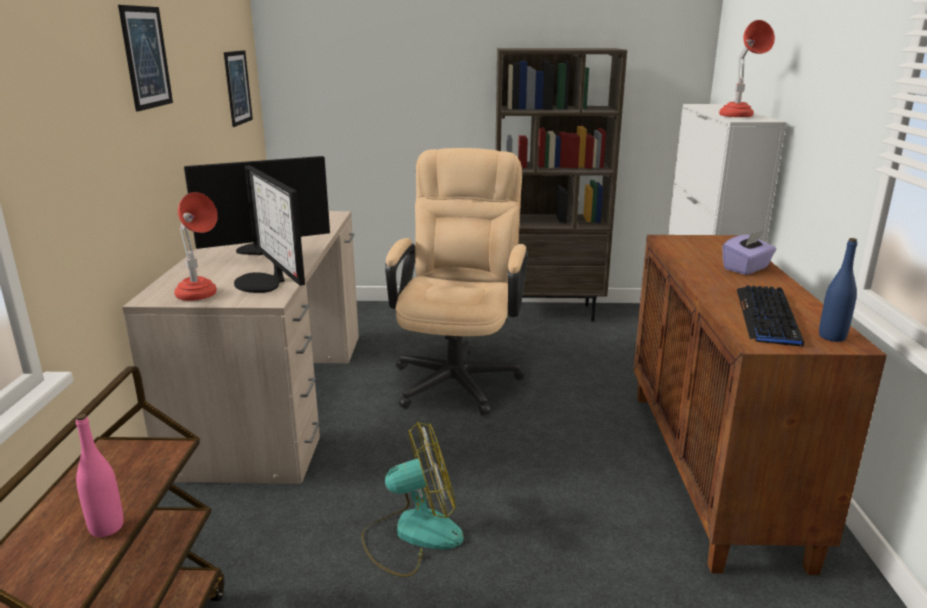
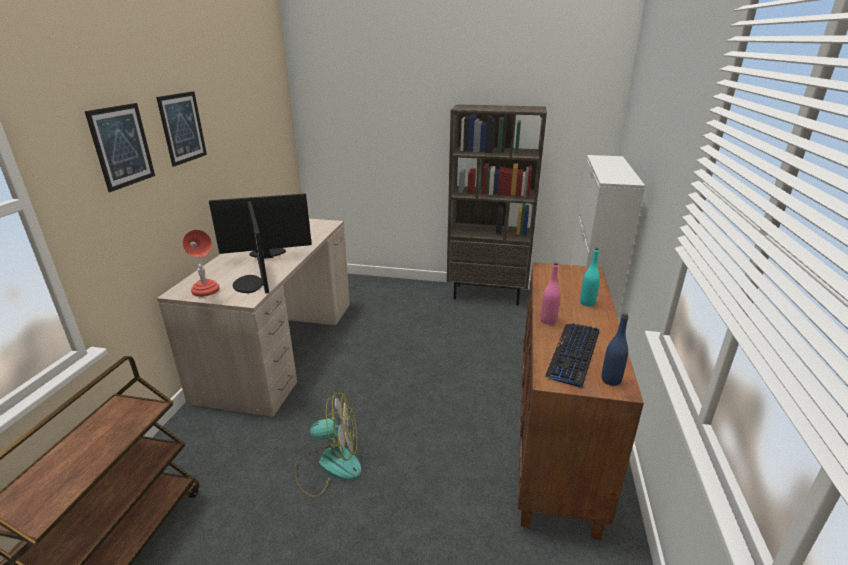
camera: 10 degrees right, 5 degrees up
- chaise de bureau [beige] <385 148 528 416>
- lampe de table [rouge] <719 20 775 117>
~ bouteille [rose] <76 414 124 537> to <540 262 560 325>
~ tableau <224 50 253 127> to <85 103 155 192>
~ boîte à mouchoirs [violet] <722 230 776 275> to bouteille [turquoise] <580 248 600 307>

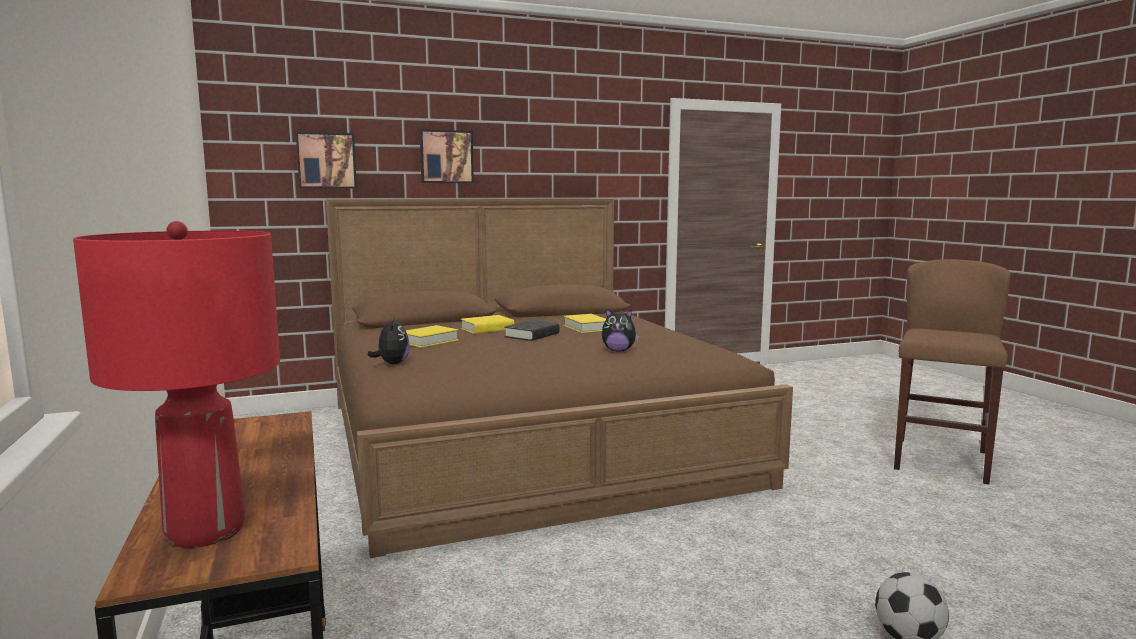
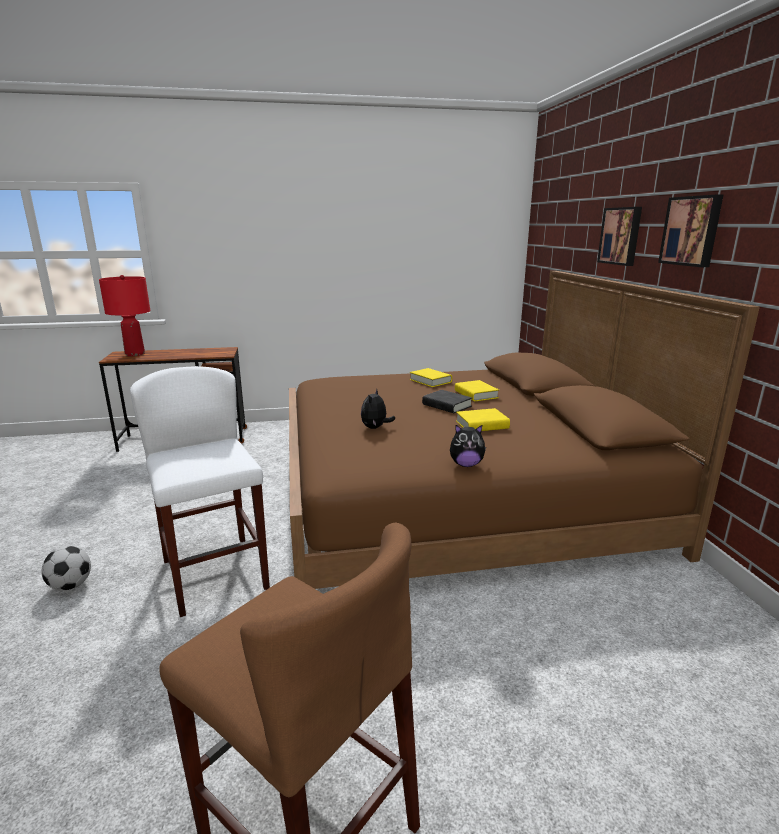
camera: 100 degrees right, 10 degrees up
+ tabouret [blanc] <130 366 270 617>
~ tableau <296 132 357 189> to <658 195 723 267>
~ peluche <368 317 410 364> to <450 425 486 467>

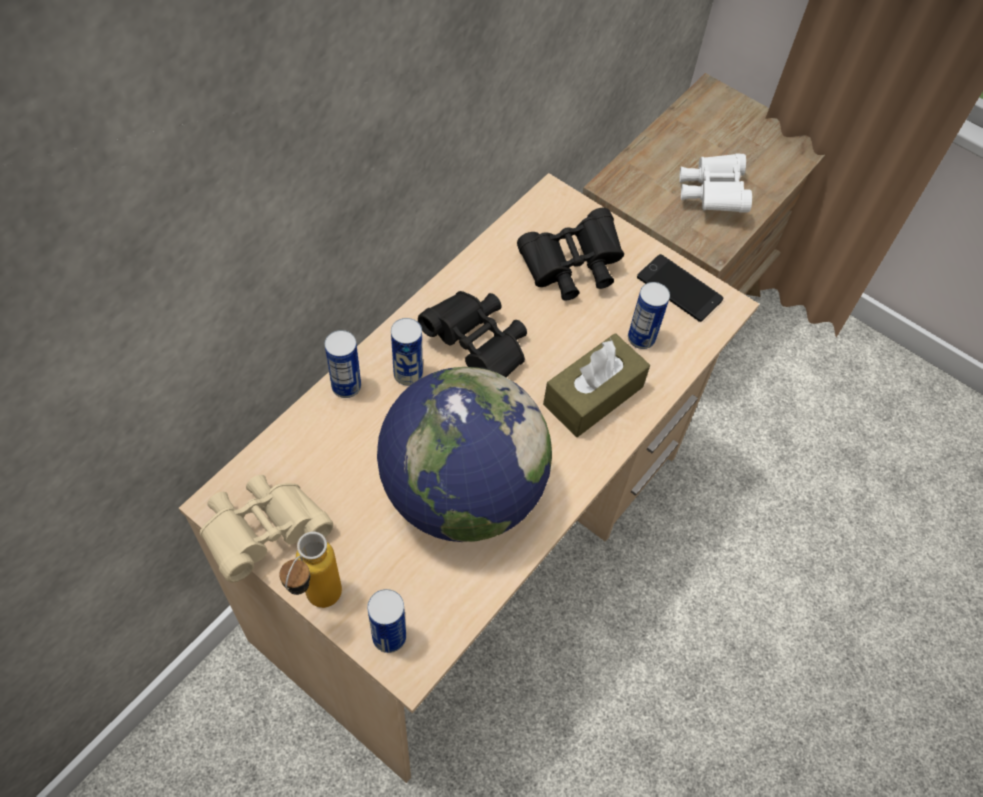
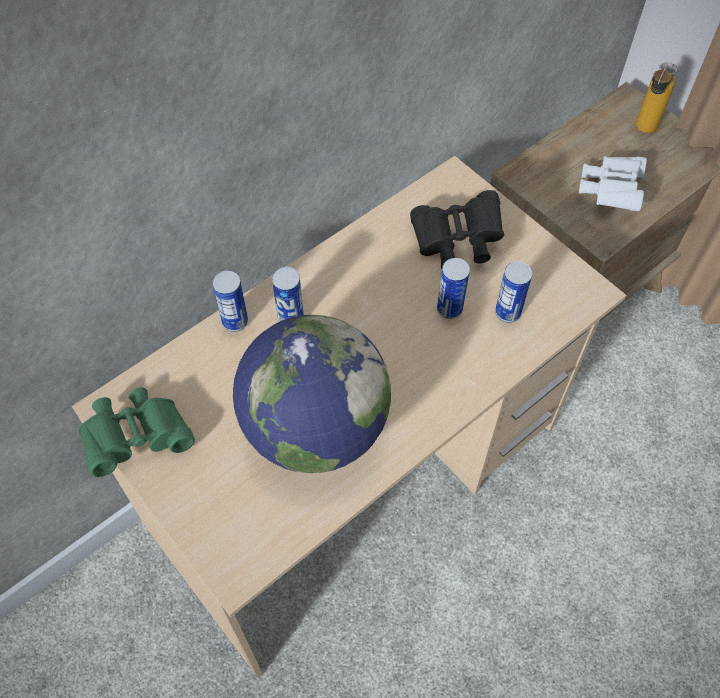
camera: 15 degrees right, 0 degrees up
- jumelles [noir] <418 291 527 378>
- boîte à mouchoirs [marron] <543 333 650 437>
- téléphone <637 254 723 322>
~ bouteille <279 532 342 608> to <636 62 677 133>
~ boîte métallique <367 589 406 653> to <437 258 470 319>
~ jumelles [beige] <200 475 333 582> to jumelles [vert] <78 388 195 477>

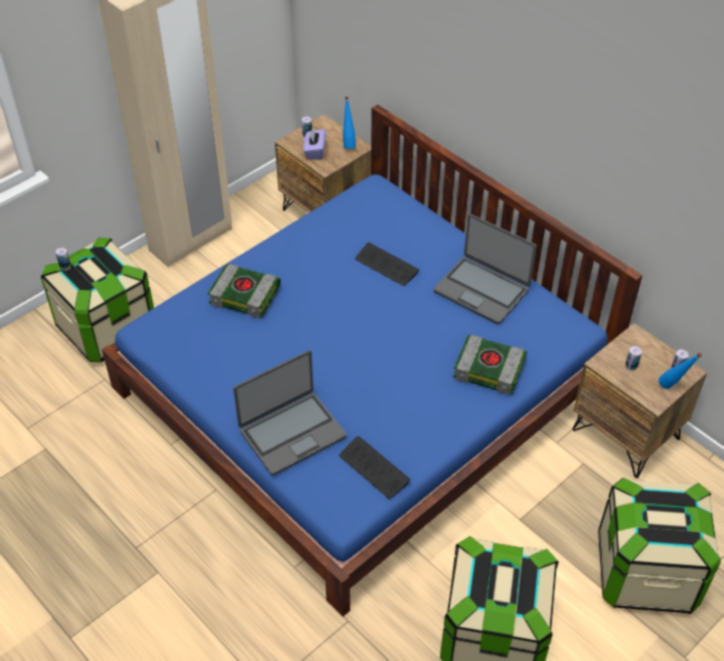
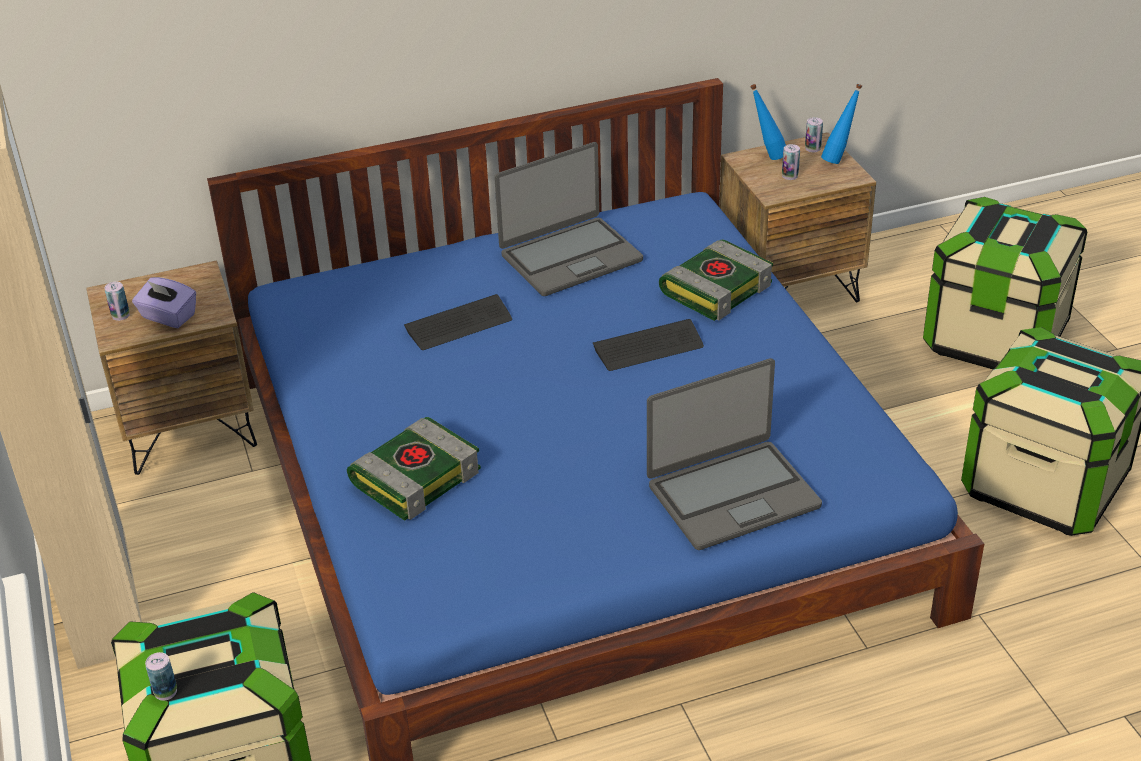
camera: 65 degrees left, 10 degrees down
~ clavier <339 436 411 499> to <593 319 704 371>
~ bouteille [bleu] <343 97 356 149> to <750 84 786 160>
~ ordinateur portable <233 350 347 476> = <647 358 822 550> 75 degrees clockwise

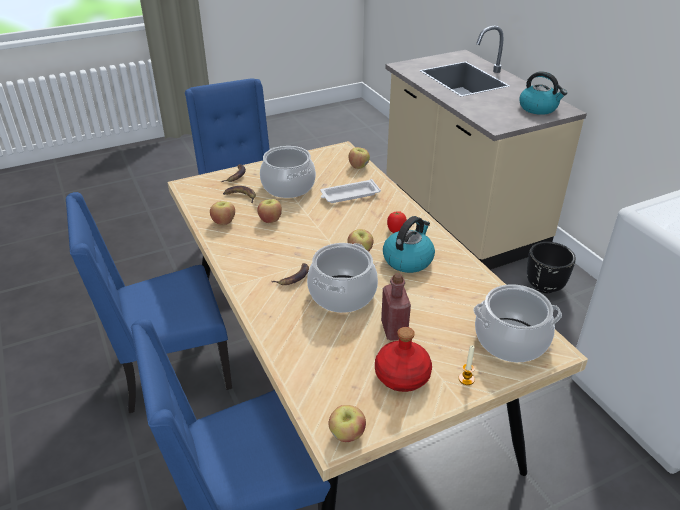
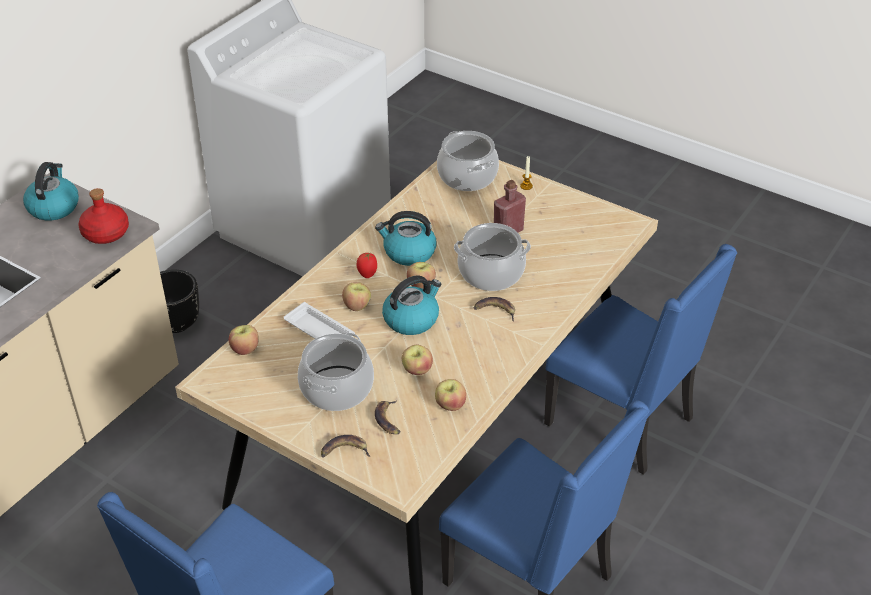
camera: 120 degrees left, 5 degrees up
+ bouilloire <382 275 442 335>
~ pomme <329 405 366 442> to <342 282 371 311>
~ bouteille [rouge] <375 327 432 392> to <79 188 129 244>

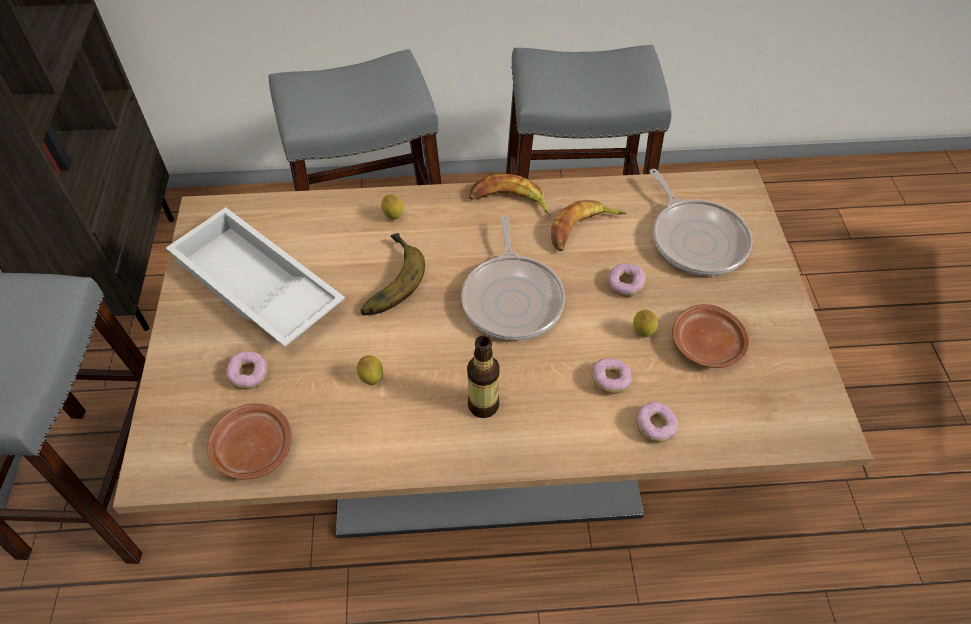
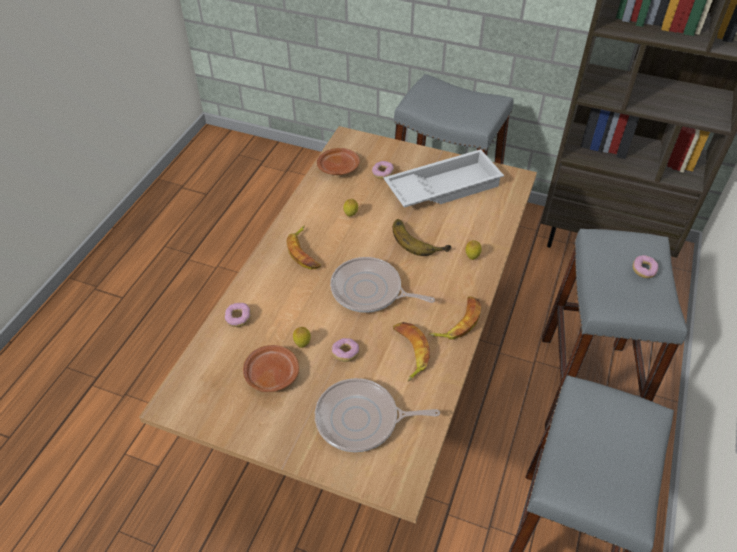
camera: 115 degrees right, 5 degrees down
~ beignet <592 358 632 394> to <633 255 658 278>
~ bouteille <467 336 500 418> to banane <286 226 321 270>

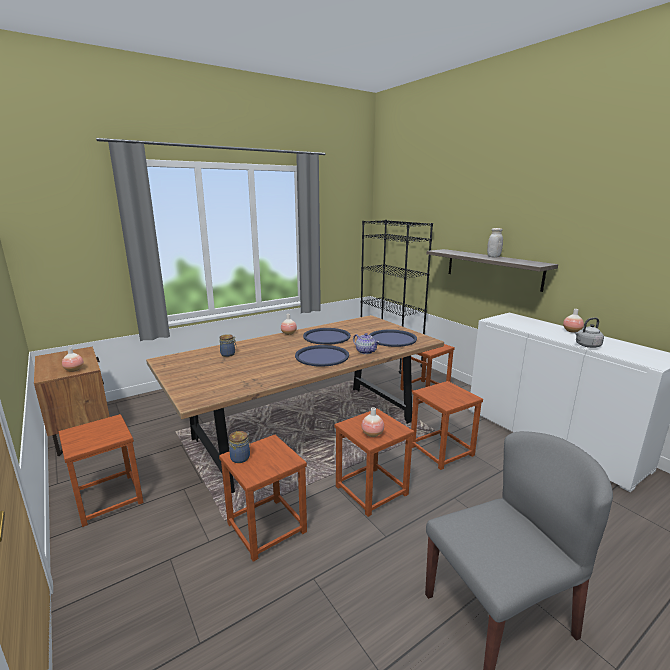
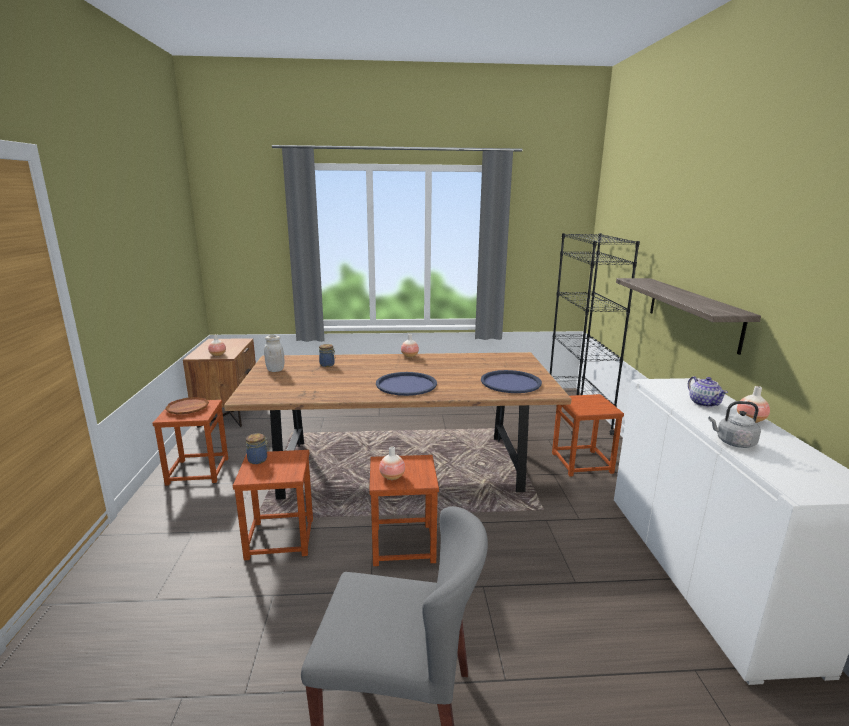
camera: 30 degrees right, 0 degrees up
- plateau [bleu] <303 328 351 345>
- tabouret [marron] <411 381 483 470>
+ assiette [marron] <165 397 209 414>
~ théière <353 333 379 354> to <688 376 728 407>
~ bocal [blanc] <487 228 503 257> to <264 335 285 372>

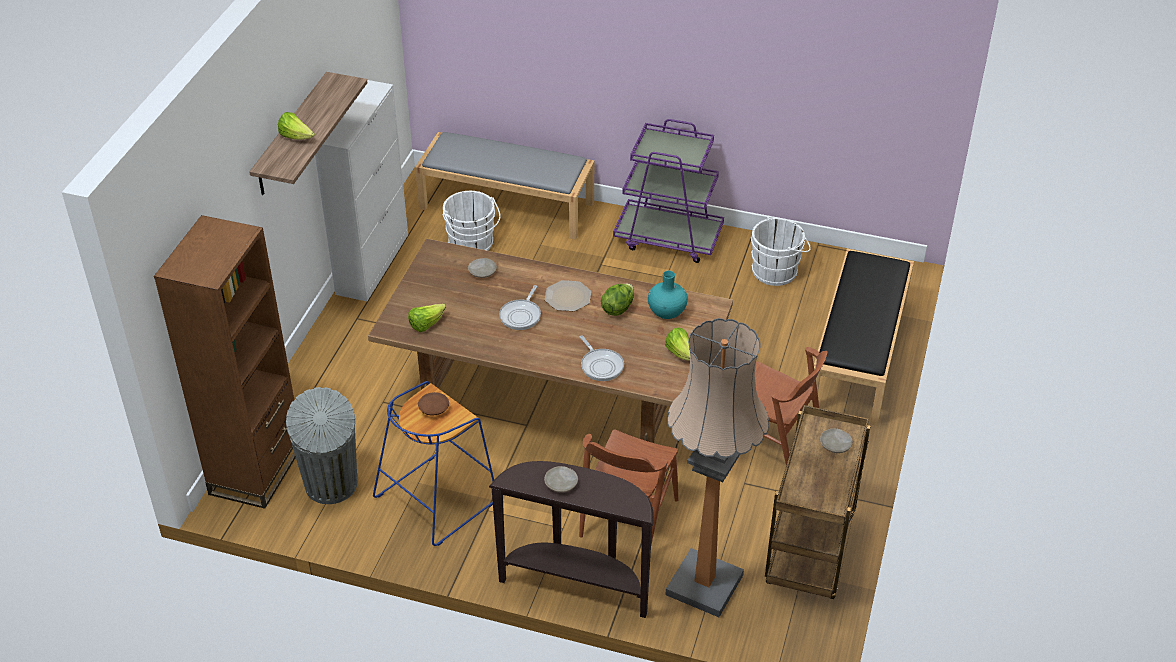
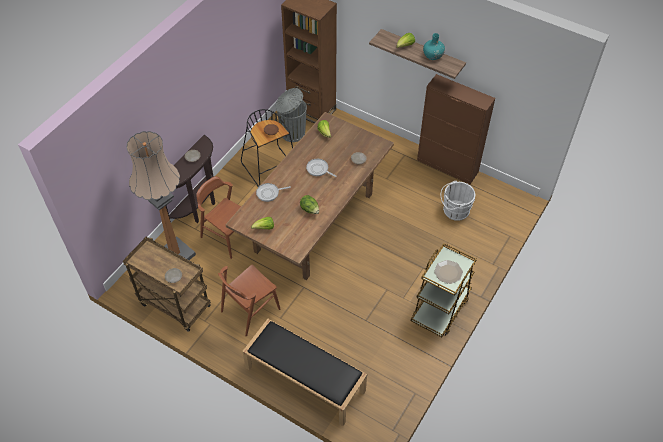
camera: 105 degrees right, 10 degrees up
- banc [gris] <415 132 594 240>
- seau [blanc] <751 216 811 286>
~ assiette <545 280 591 311> to <434 260 463 284>
~ vase [turquoise] <648 271 688 319> to <423 33 445 60>
~ meuble de rangement [blanc] <315 80 408 301> to meuble de rangement [marron] <417 74 495 184>
~ tabouret [bleu] <373 381 494 546> to tabouret [noir] <241 109 293 187>
~ chariot [violet] <613 119 724 263> to chariot [marron] <411 243 477 337>

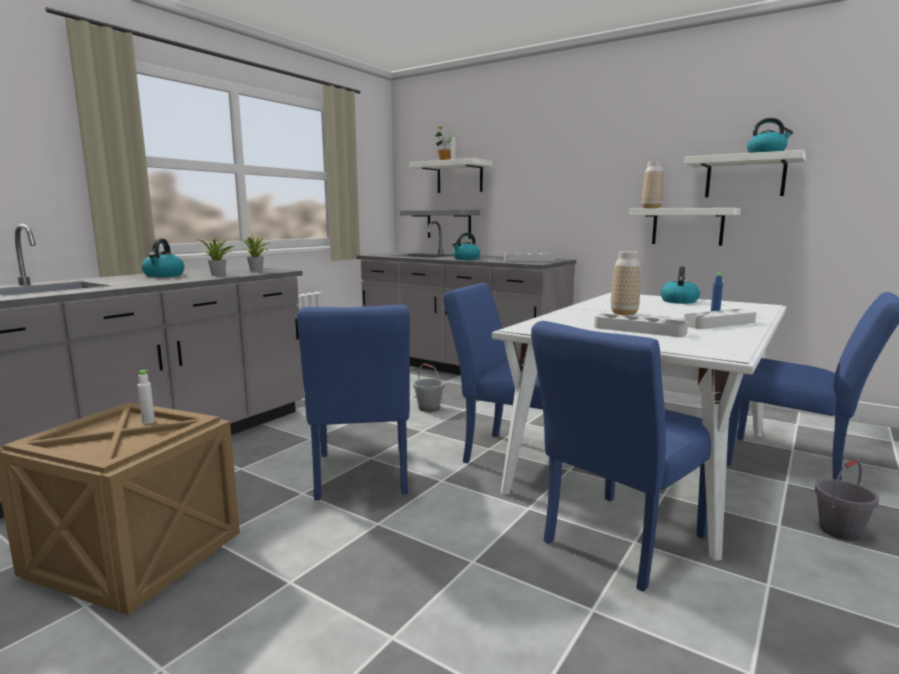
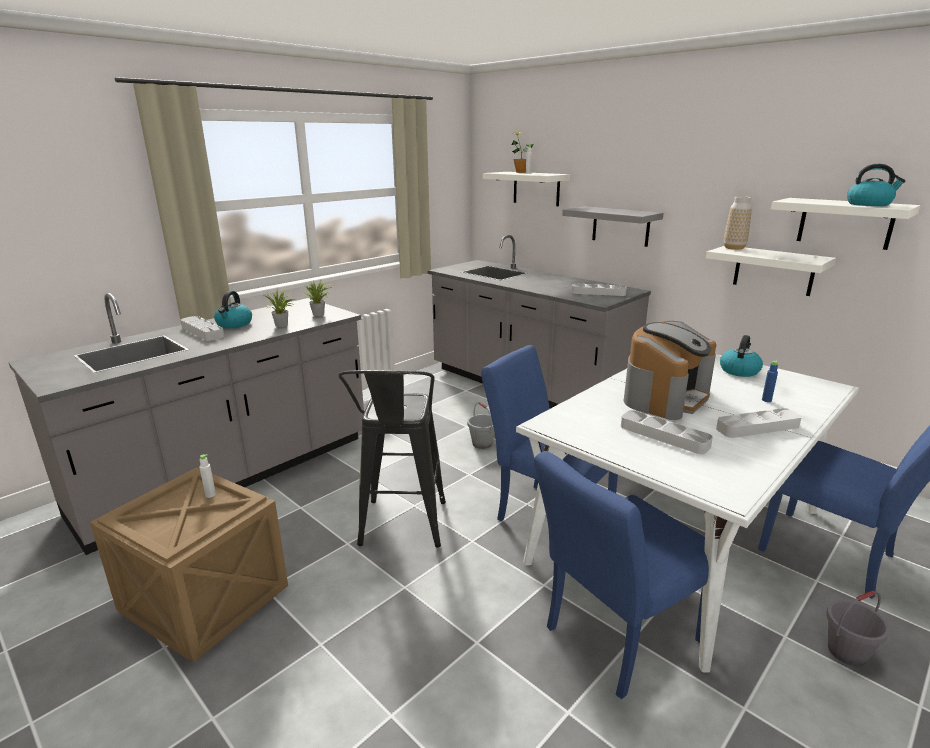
camera: 10 degrees right, 10 degrees up
- bouilloire <452 233 480 260>
+ plateau [gris] <181 316 224 341>
~ étagère [gris] <400 210 480 239> to <562 206 664 247>
~ chaise [bleu] <297 305 410 500> to tabouret [noir] <338 370 446 548>
~ vase <611 251 640 315> to machine à café <623 321 716 420>

